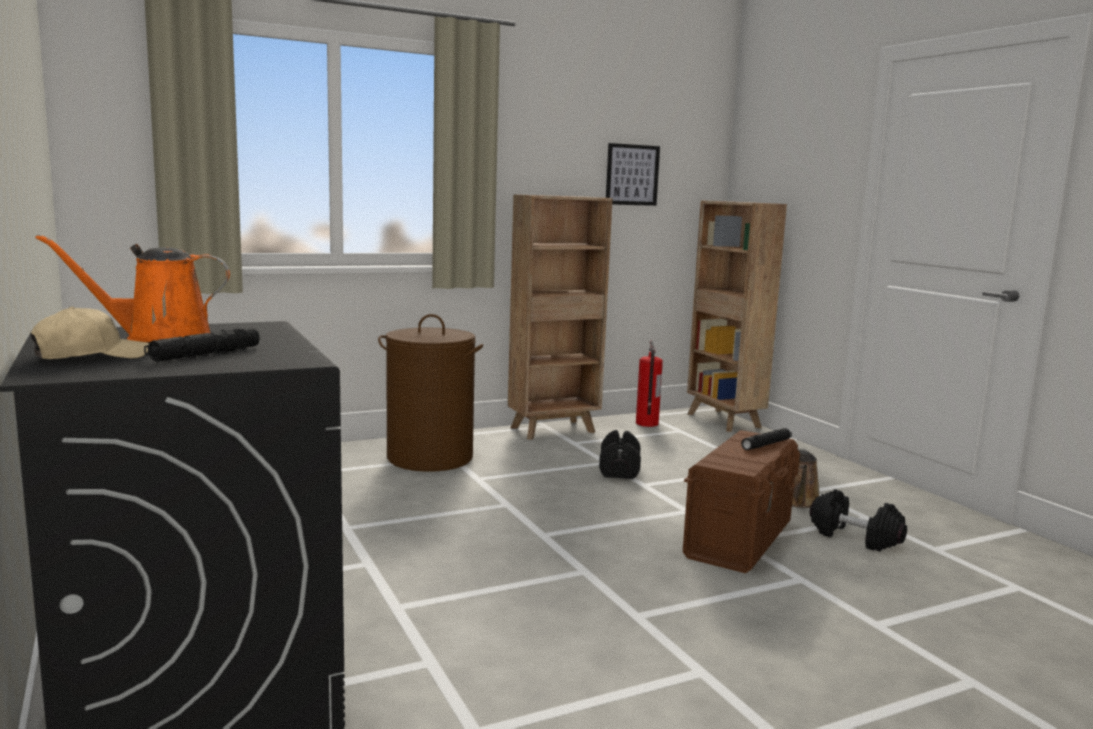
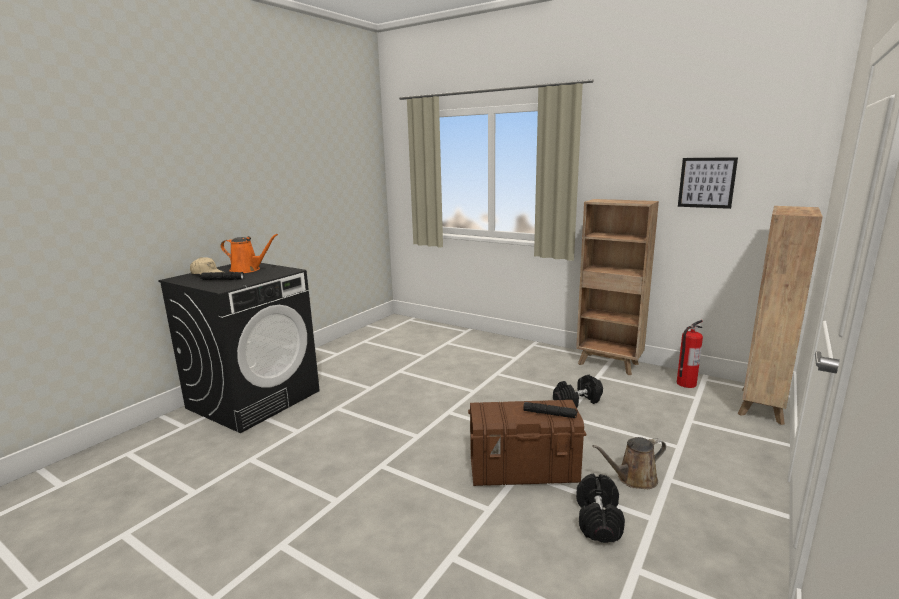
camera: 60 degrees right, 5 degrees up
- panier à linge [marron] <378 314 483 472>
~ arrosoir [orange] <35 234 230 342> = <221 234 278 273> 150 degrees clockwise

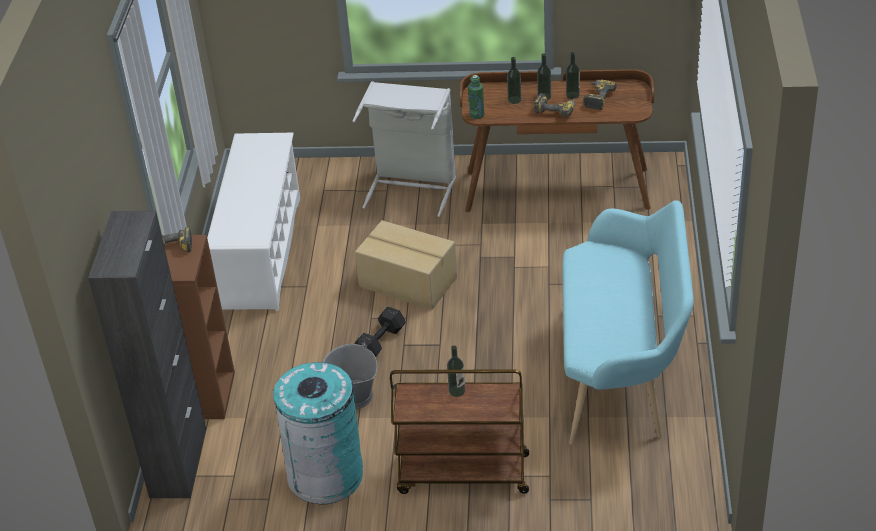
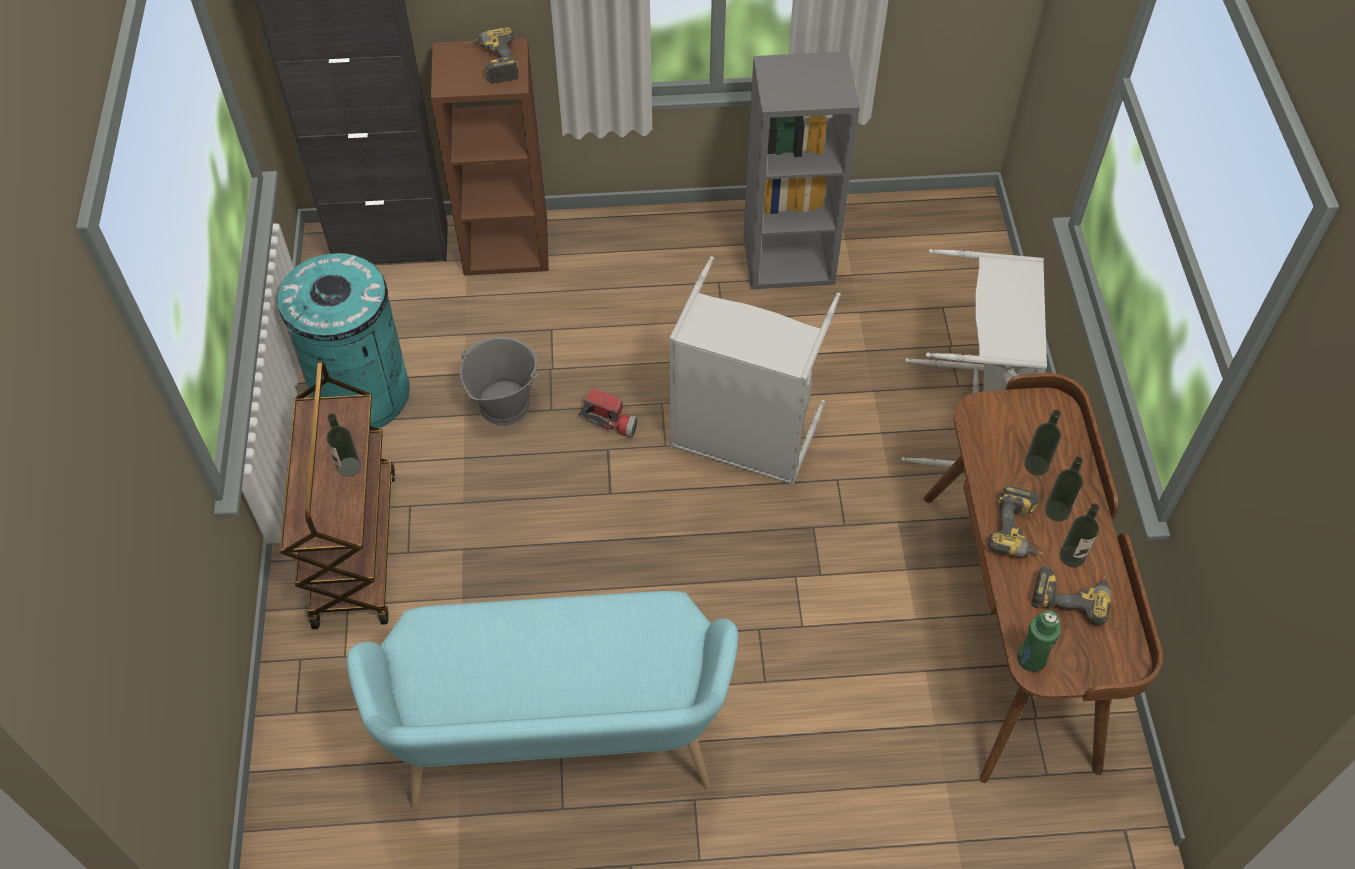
camera: 80 degrees right, 15 degrees up
~ bouteille [vert] <468 75 484 119> to <1017 610 1061 672>
~ étagère à chaussures [blanc] <207 133 300 311> to bibliothèque [gris] <744 51 860 289>
~ haltère [noir] <354 307 406 357> to lampe de poche <578 387 637 437>
~ carton <355 220 457 310> to panier à linge [gris] <669 256 841 485>

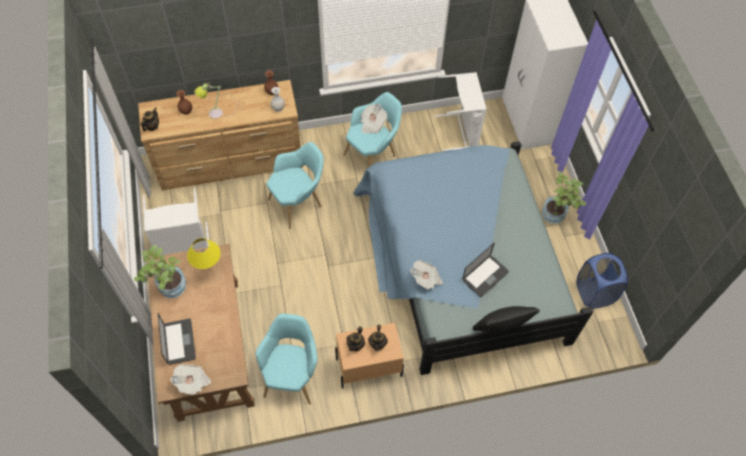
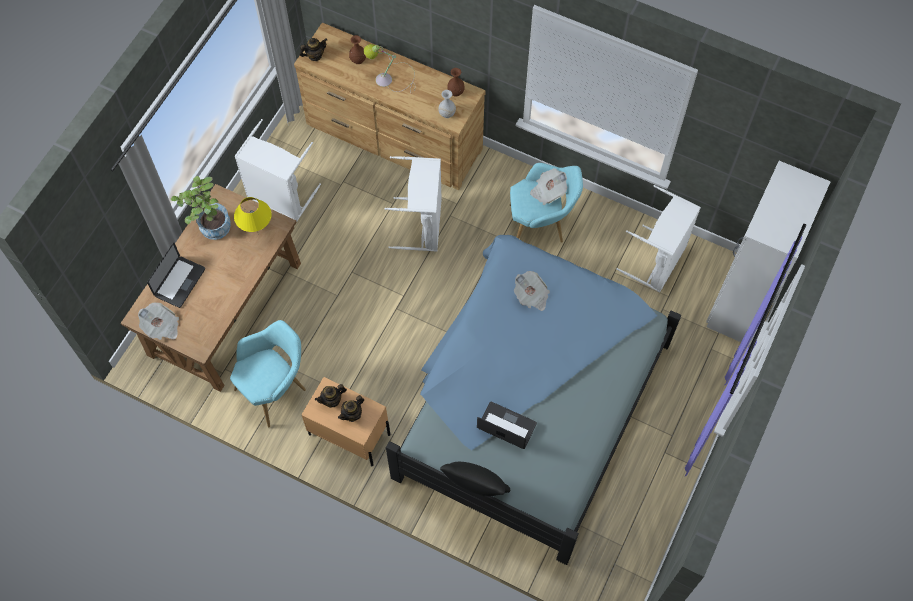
camera: 40 degrees right, 5 degrees up
- plante en pot <542 172 586 224>
- panier à linge [bleu] <577 253 628 309>
~ journal <411 260 443 289> to <514 271 550 311>
~ fauteuil [turquoise] <266 142 324 229> to panier à linge [blanc] <384 156 442 251>
~ ordinateur portable <462 243 509 297> = <477 402 537 449> 150 degrees counterclockwise

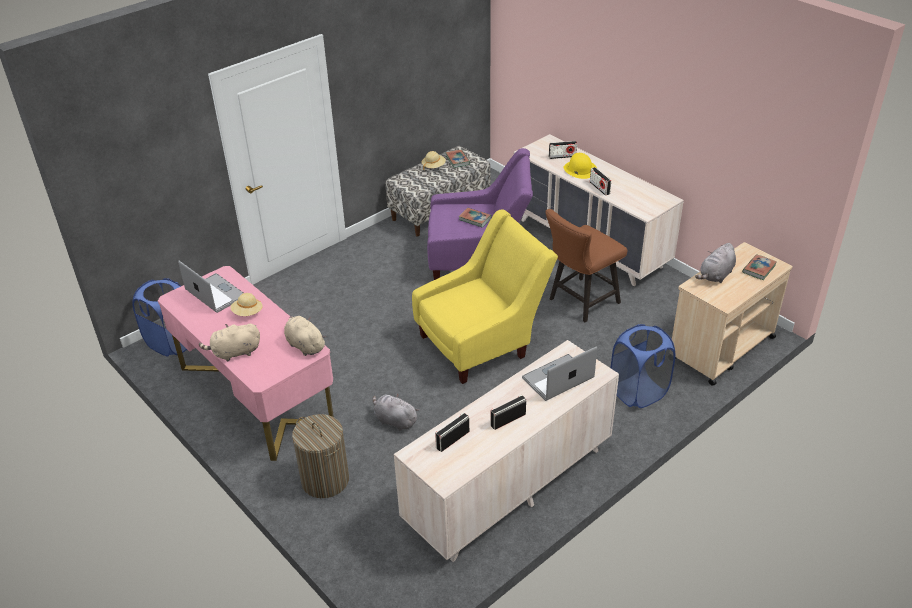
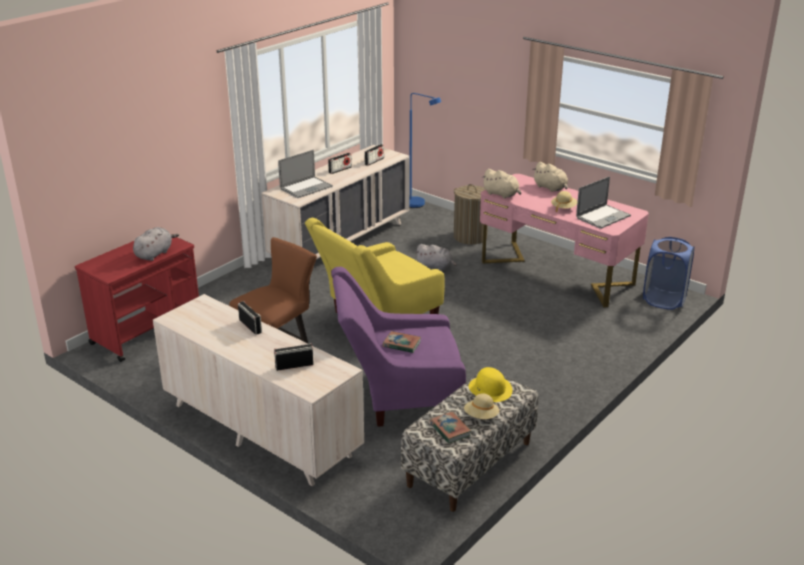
camera: 170 degrees right, 10 degrees down
- panier à linge [bleu] <611 324 675 408>
- livre <742 254 777 280>
+ lampadaire [bleu] <409 93 441 208>
~ chapeau [jaune] <564 153 597 179> to <469 367 512 402>
~ chariot [beige] <672 242 793 386> to chariot [rouge] <75 237 199 362>
~ ordinateur portable <178 261 243 313> = <576 176 631 229> 75 degrees counterclockwise
~ peluche [beige] <199 324 260 362> = <533 162 568 192> 75 degrees clockwise

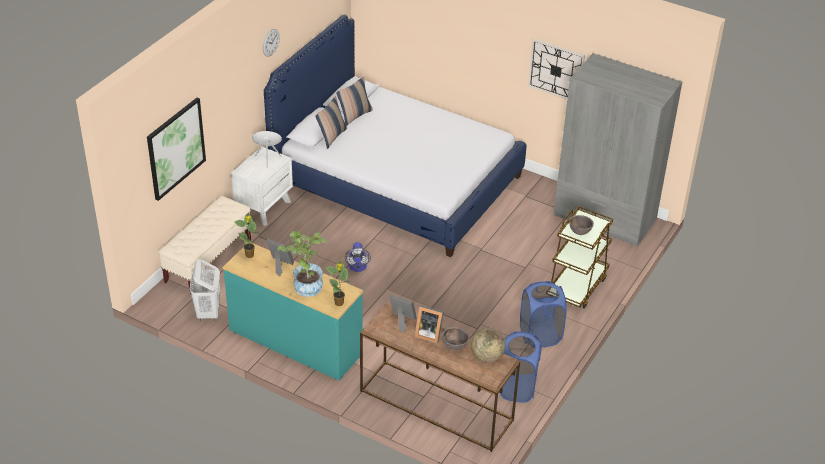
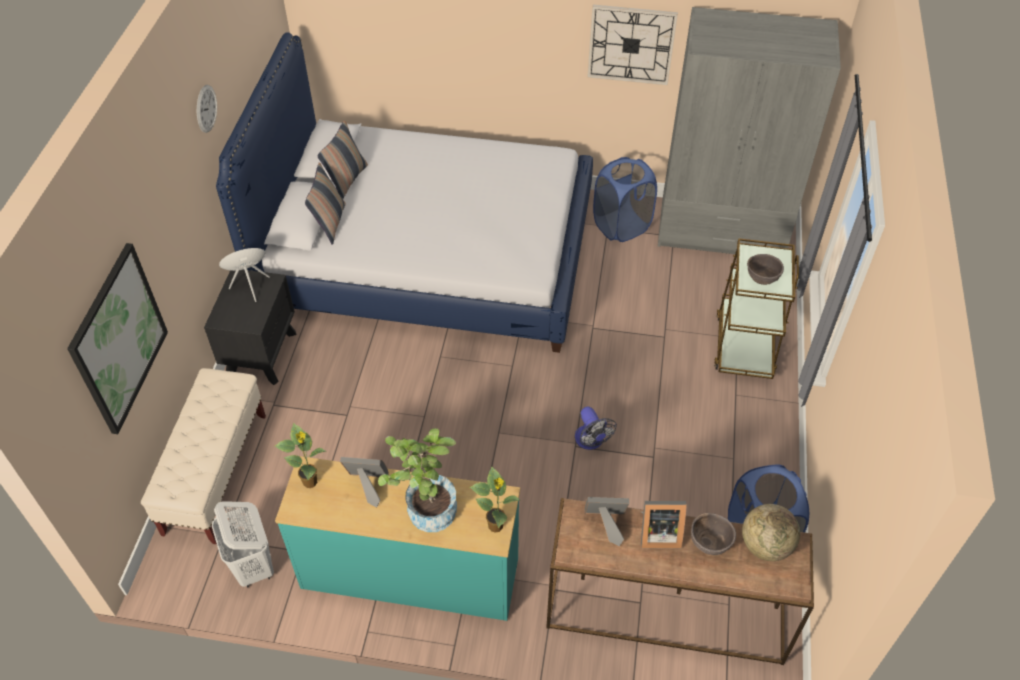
camera: 20 degrees left, 10 degrees up
~ ventilateur <345 242 371 272> to <575 407 617 450>
~ panier à linge [bleu] <520 281 567 347> to <593 157 657 242>
~ table de chevet [blanc] <231 147 293 226> to table de chevet [noir] <204 270 297 385>

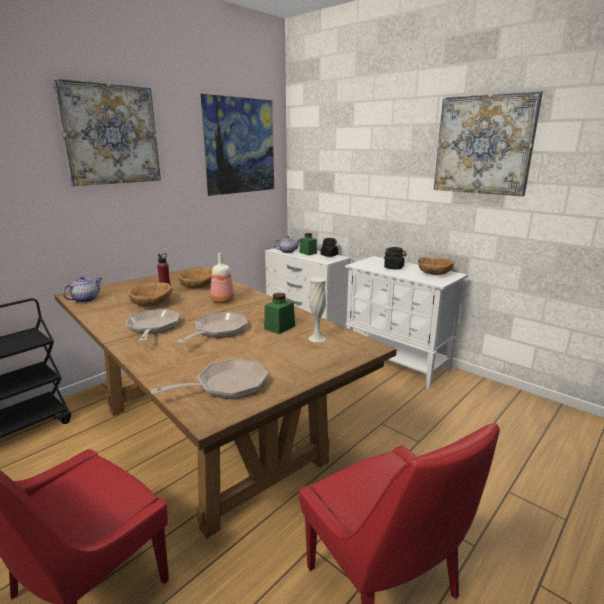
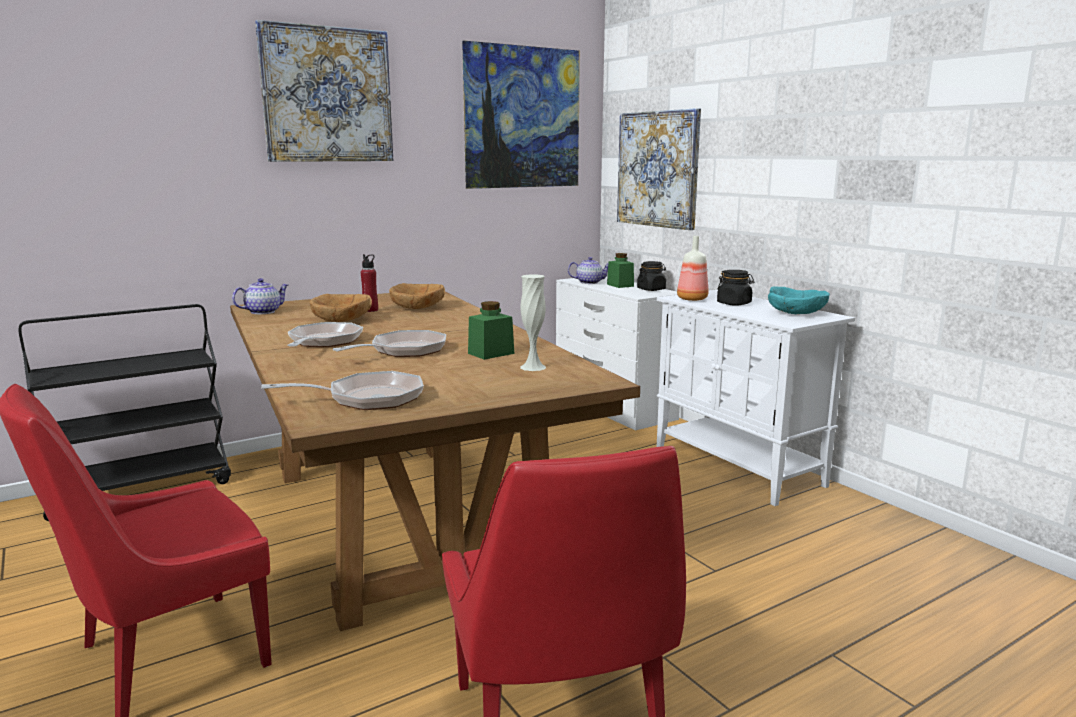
camera: 15 degrees right, 5 degrees down
~ bouteille <210 252 235 303> to <677 236 708 301>
~ tableau <434 91 543 196> to <617 108 701 230>
~ bol [marron] <418 257 454 275> to bol [turquoise] <768 287 830 314>

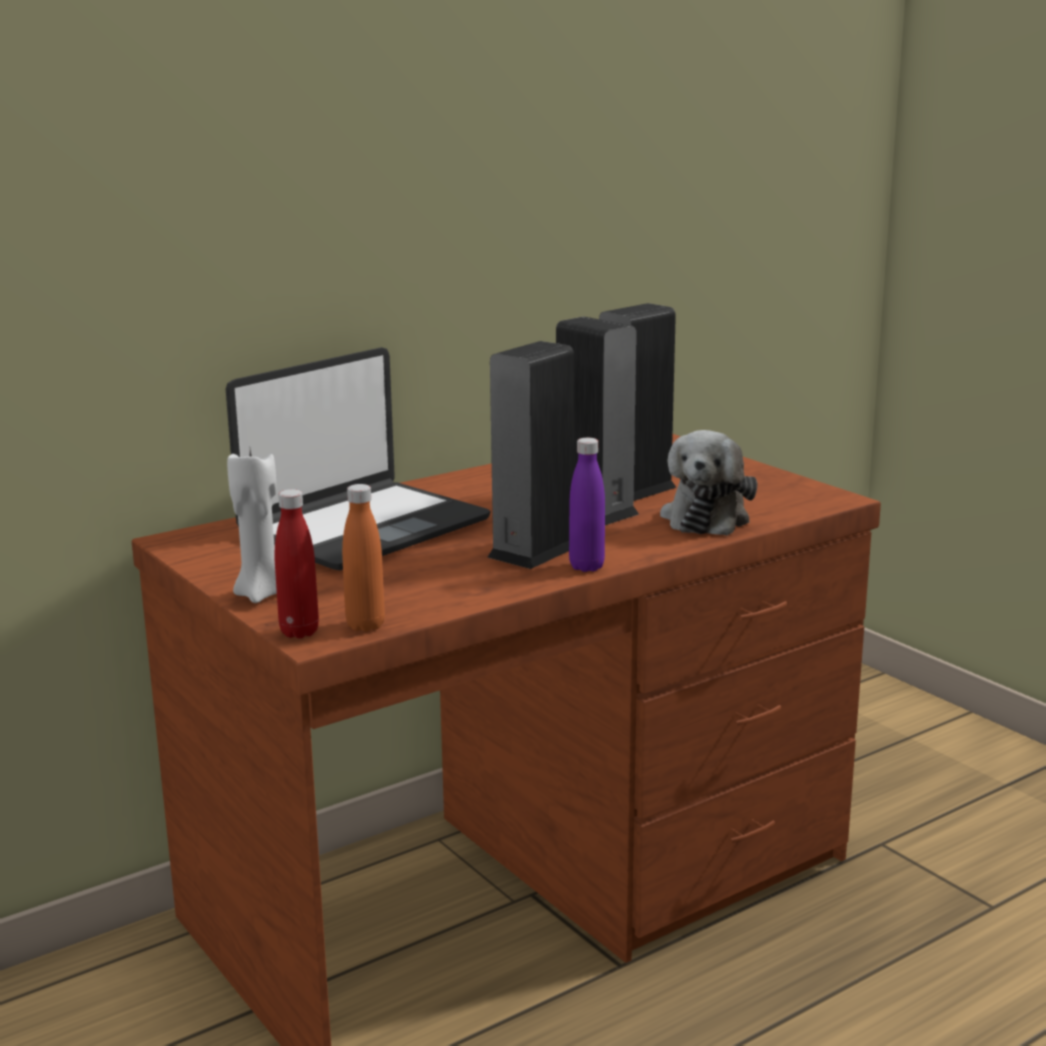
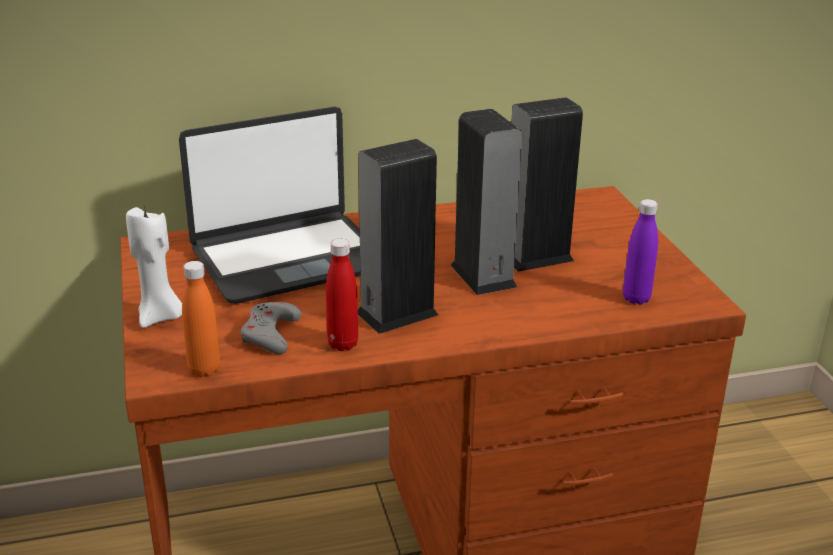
camera: 20 degrees right, 10 degrees up
- peluche <660 430 757 536>
+ manette [gris] <241 302 302 354>
~ bouteille [rouge] <274 489 319 638> to <326 239 358 351>
~ bouteille [violet] <569 438 605 572> to <623 199 658 304>

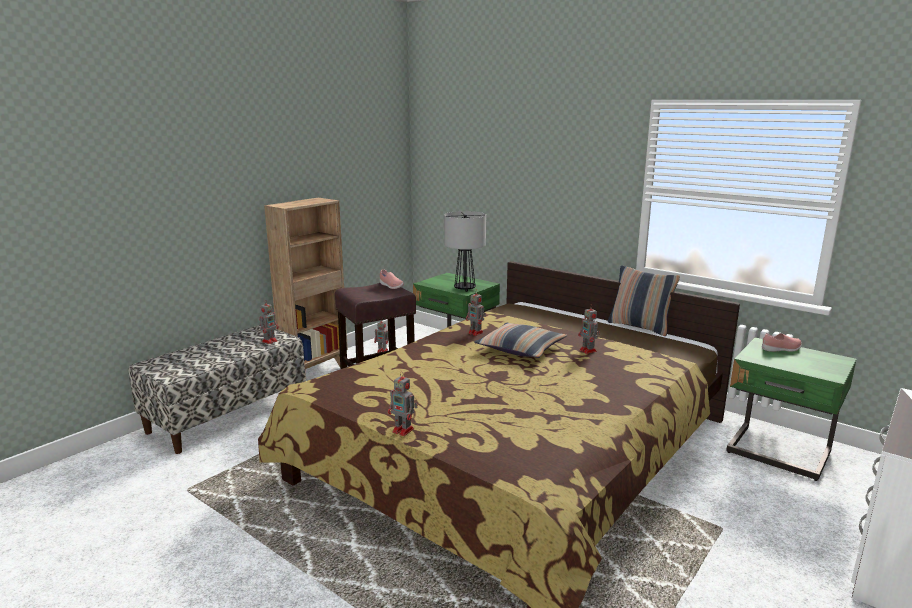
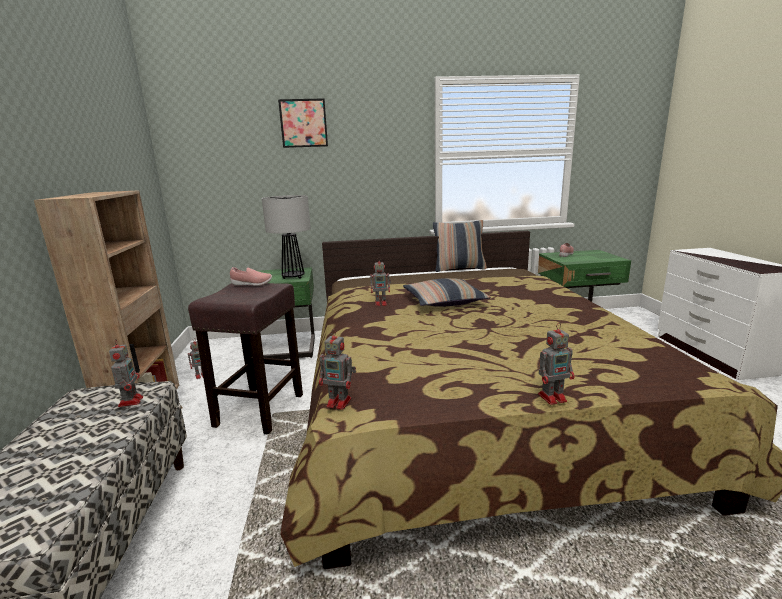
camera: 45 degrees left, 0 degrees up
+ tableau <278 98 328 148>
~ robot jouet <578 304 600 354> to <319 329 356 410>

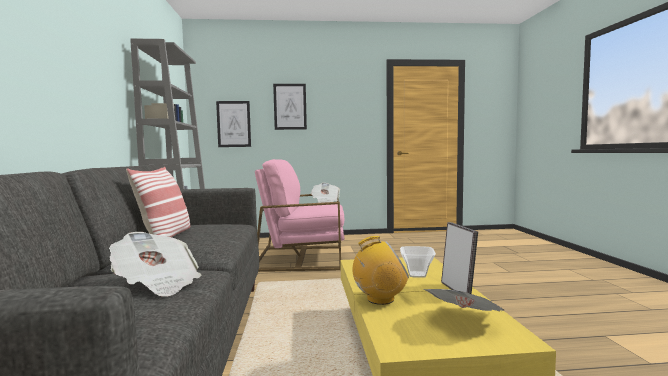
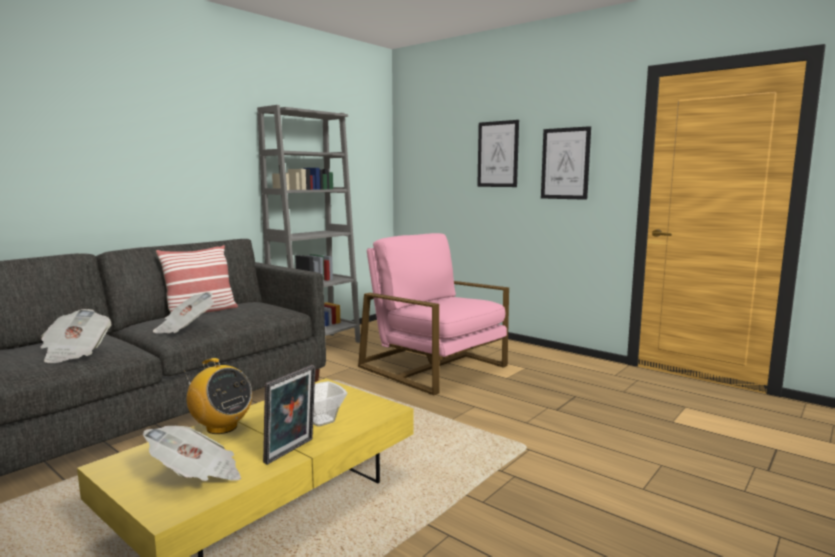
camera: 45 degrees right, 5 degrees up
~ tableau <216 101 251 147> to <541 126 591 200>
~ journal <311 183 340 203> to <153 292 214 334>

